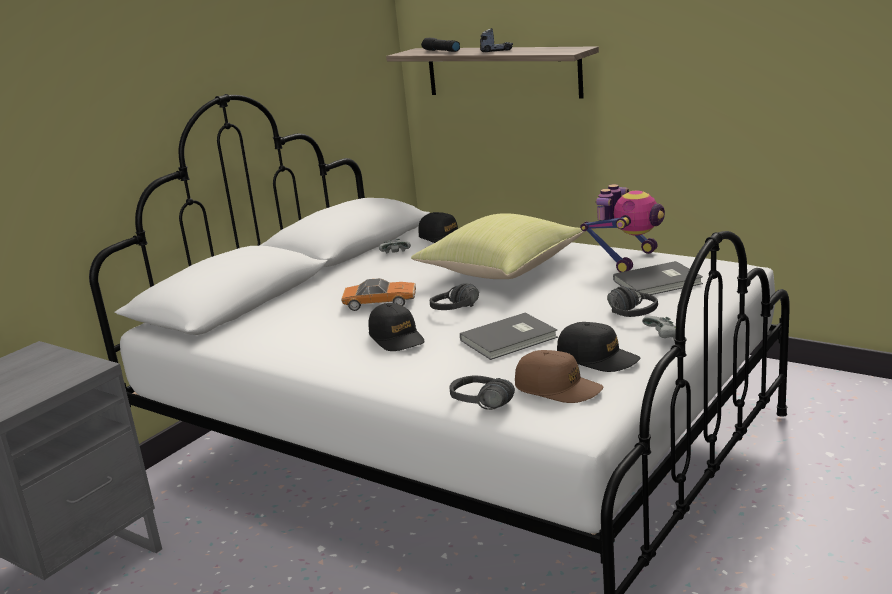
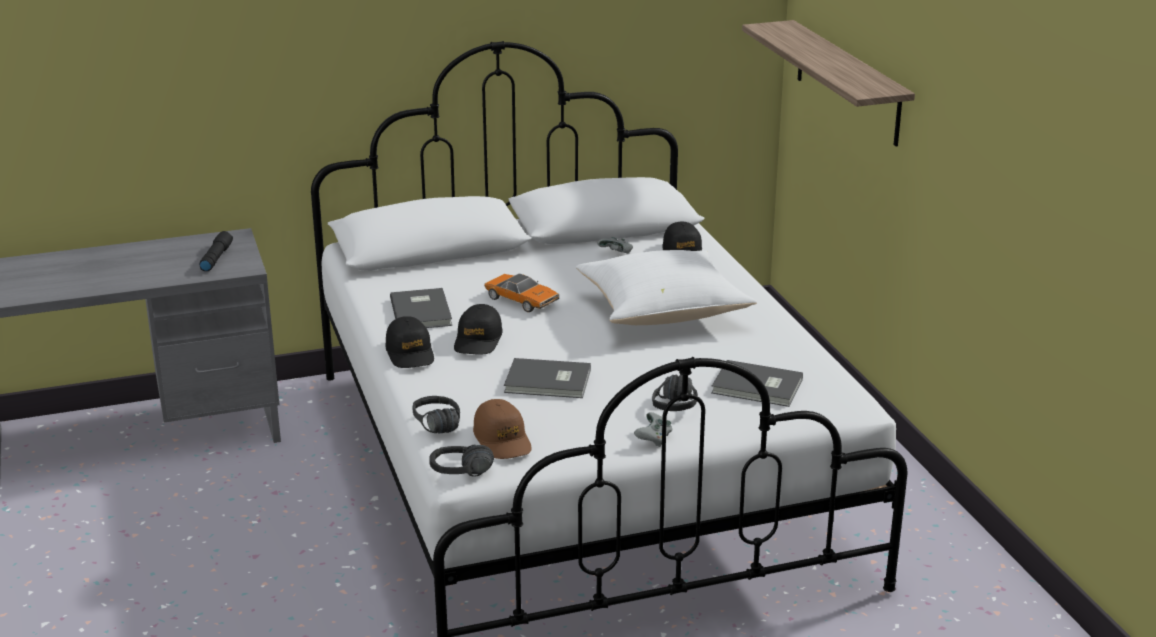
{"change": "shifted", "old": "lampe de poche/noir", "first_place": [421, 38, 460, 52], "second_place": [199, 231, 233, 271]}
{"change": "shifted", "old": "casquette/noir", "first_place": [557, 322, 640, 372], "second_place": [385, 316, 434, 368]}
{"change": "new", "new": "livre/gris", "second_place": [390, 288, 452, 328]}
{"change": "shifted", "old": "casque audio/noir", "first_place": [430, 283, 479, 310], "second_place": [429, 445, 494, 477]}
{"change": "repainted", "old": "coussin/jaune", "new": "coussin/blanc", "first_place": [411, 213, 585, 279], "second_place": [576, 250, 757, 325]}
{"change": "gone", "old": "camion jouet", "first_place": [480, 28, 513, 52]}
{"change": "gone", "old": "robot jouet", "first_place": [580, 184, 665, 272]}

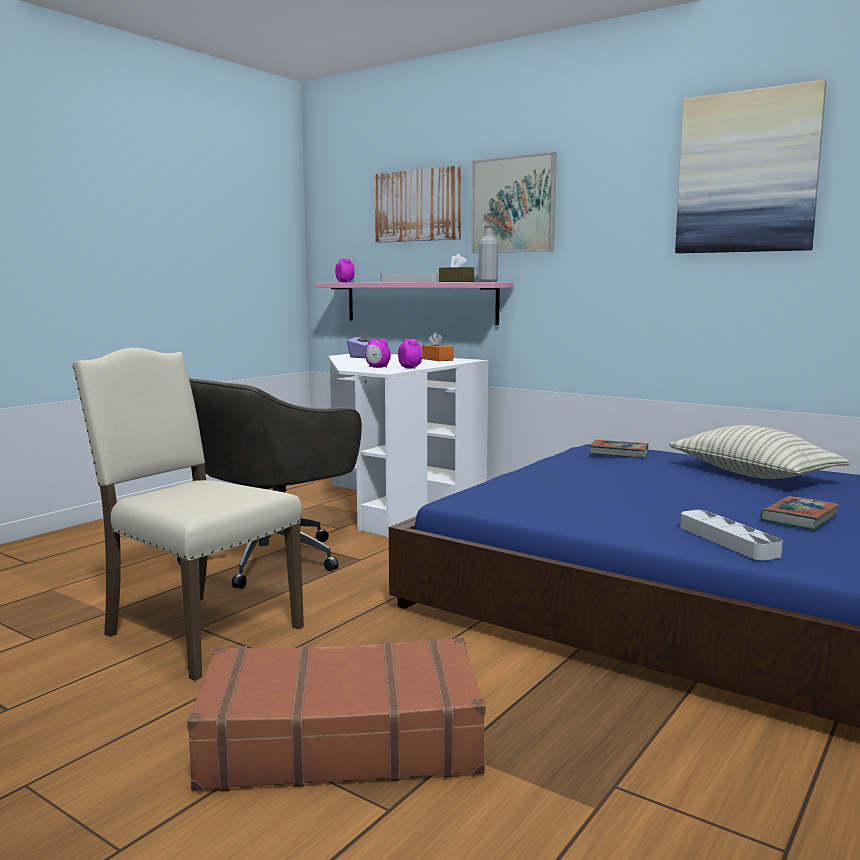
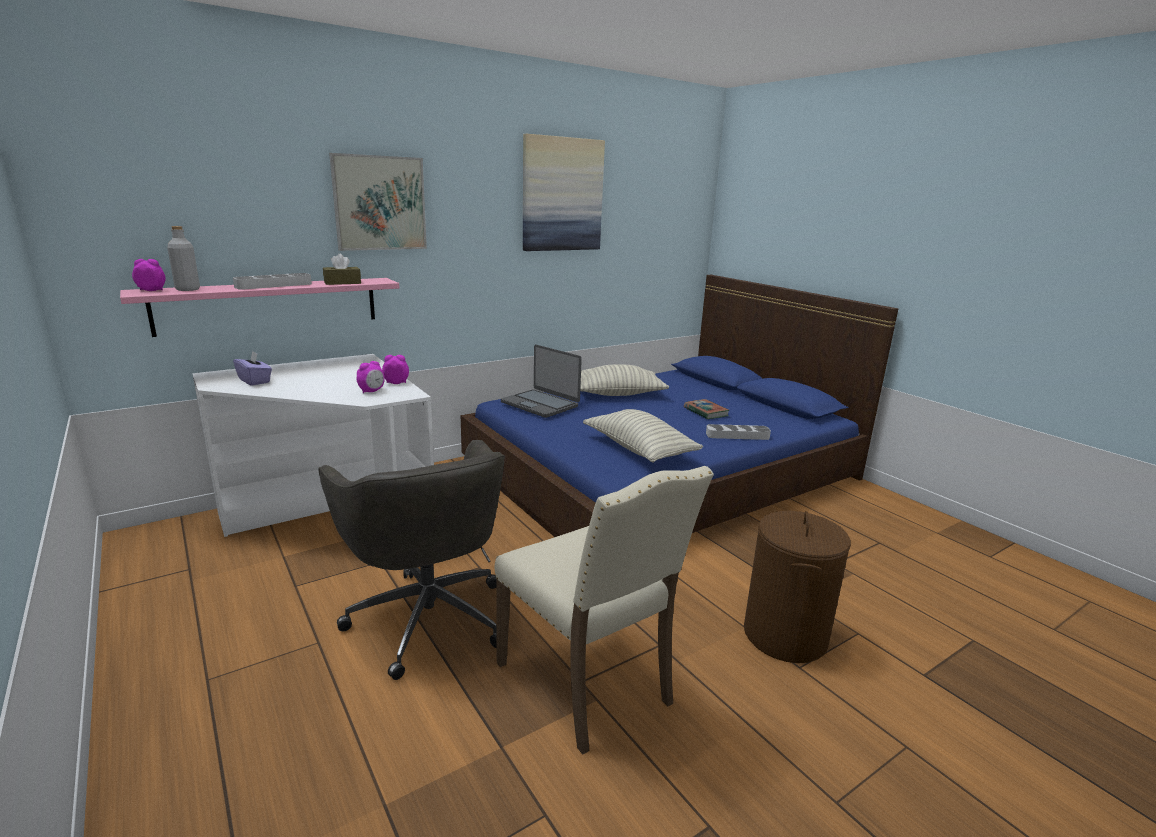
{"change": "shifted", "old": "bouteille/gris", "first_place": [478, 226, 498, 282], "second_place": [167, 226, 200, 291]}
{"change": "rotated", "old": "chaise/beige", "first_place": [72, 348, 304, 681], "second_place": [495, 466, 714, 755], "degrees": -90}
{"change": "swapped", "old": "livre", "new": "ordinateur portable", "first_place": [590, 440, 648, 458], "second_place": [501, 345, 582, 418]}
{"change": "new", "new": "coussin", "second_place": [583, 409, 703, 463]}
{"change": "swapped", "old": "valise/marron", "new": "panier à linge/marron", "first_place": [187, 637, 486, 791], "second_place": [744, 511, 851, 663]}
{"change": "gone", "old": "tableau", "first_place": [375, 165, 461, 243]}
{"change": "gone", "old": "boîte à mouchoirs/orange", "first_place": [422, 332, 454, 361]}

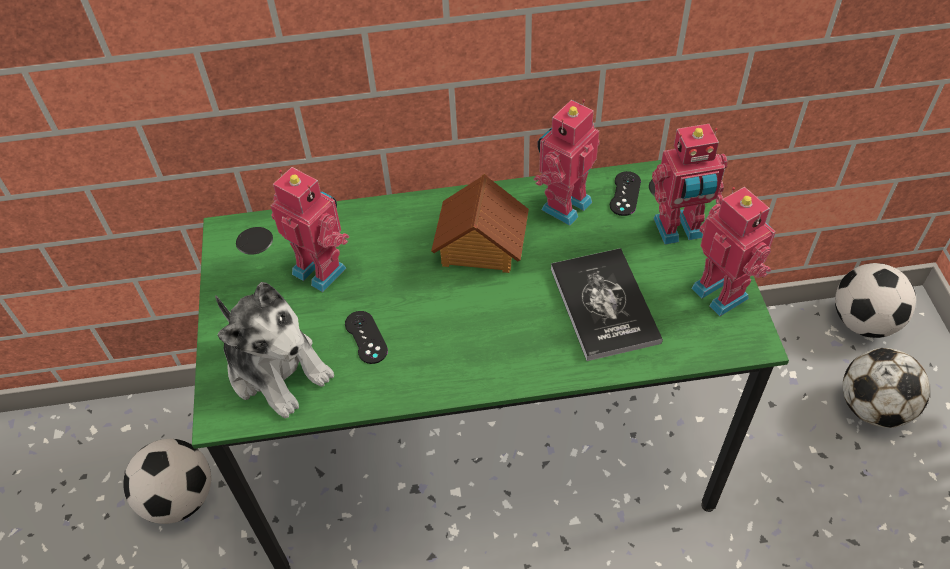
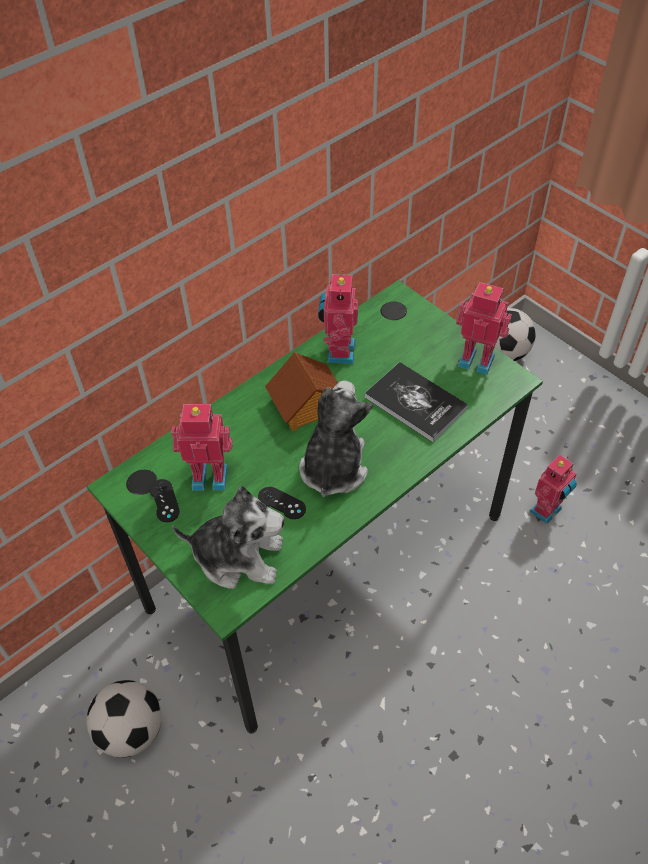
{"change": "shifted", "old": "manette/noir", "first_place": [610, 171, 641, 216], "second_place": [150, 479, 180, 522]}
{"change": "new", "new": "peluche", "second_place": [299, 380, 373, 497]}
{"change": "shifted", "old": "robot jouet", "first_place": [652, 124, 728, 244], "second_place": [529, 454, 577, 524]}
{"change": "gone", "old": "ballon de foot", "first_place": [843, 348, 930, 428]}

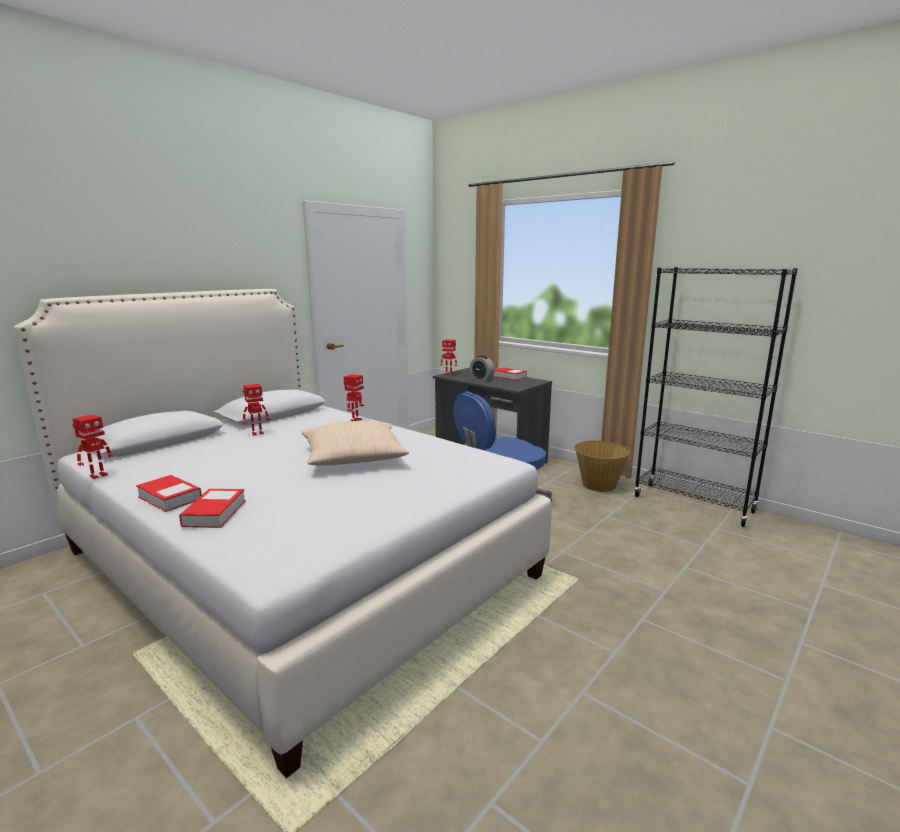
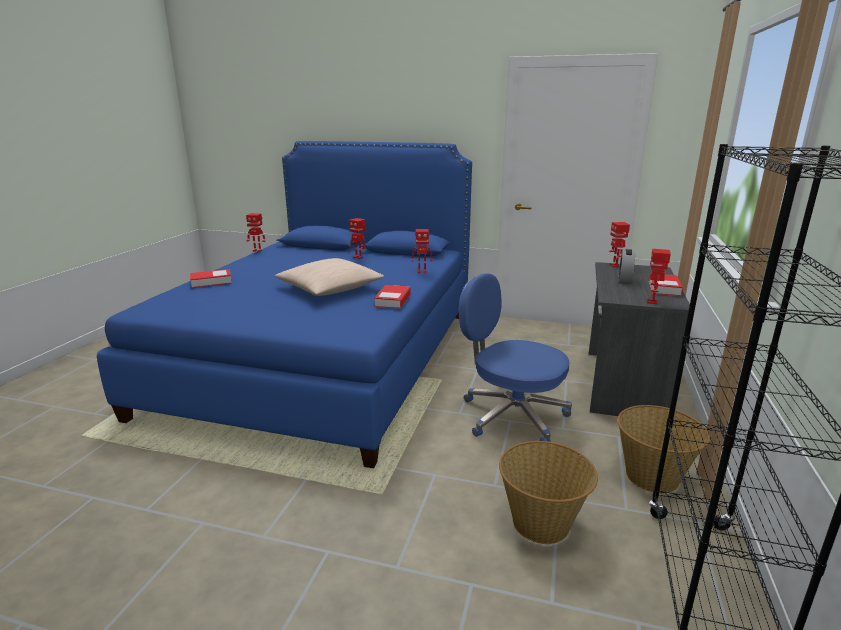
{"change": "repainted", "old": "lit/blanc", "new": "lit/bleu", "first_place": [14, 289, 552, 778], "second_place": [97, 141, 472, 468]}
{"change": "shifted", "old": "livre", "first_place": [136, 475, 202, 512], "second_place": [374, 285, 411, 309]}
{"change": "new", "new": "panier", "second_place": [499, 441, 598, 544]}
{"change": "new", "new": "robot jouet", "second_place": [647, 249, 671, 304]}

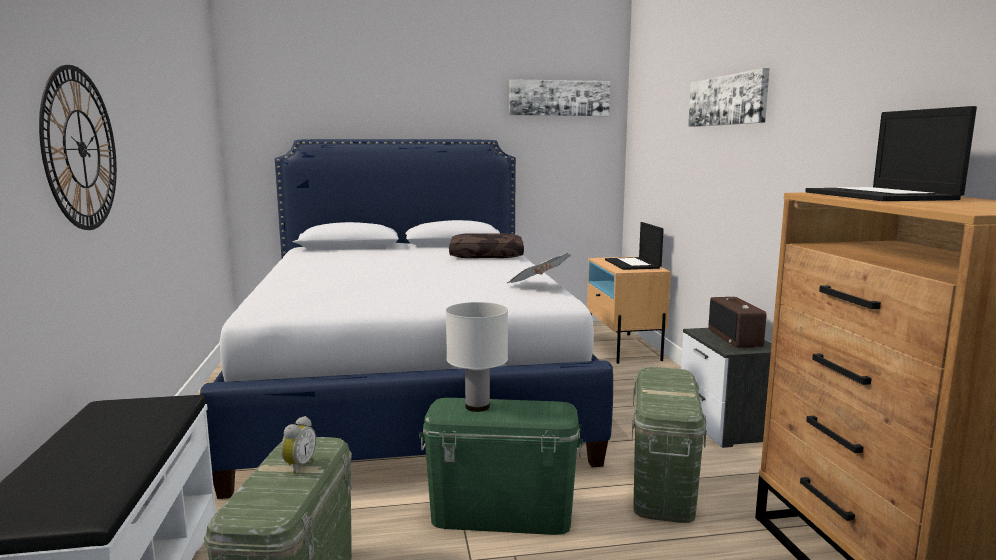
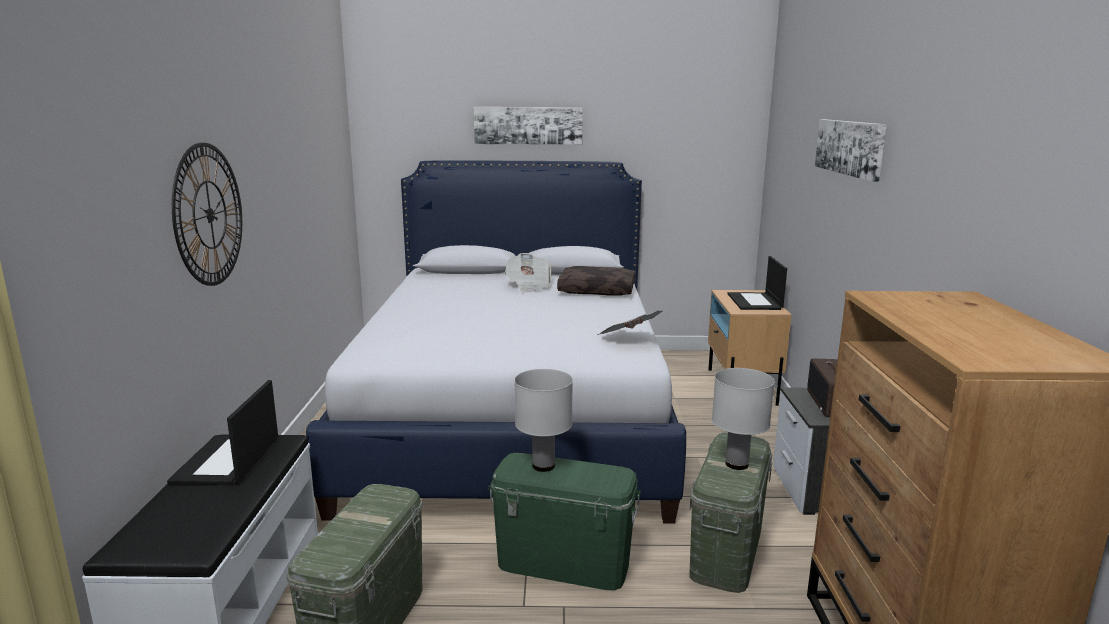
{"change": "shifted", "old": "ordinateur portable", "first_place": [805, 106, 977, 201], "second_place": [167, 380, 278, 485]}
{"change": "shifted", "old": "tableau", "first_place": [509, 79, 610, 116], "second_place": [474, 107, 583, 145]}
{"change": "new", "new": "journal", "second_place": [505, 253, 551, 293]}
{"change": "new", "new": "lampe de table/blanc", "second_place": [712, 368, 775, 470]}
{"change": "gone", "old": "réveil", "first_place": [281, 416, 316, 474]}

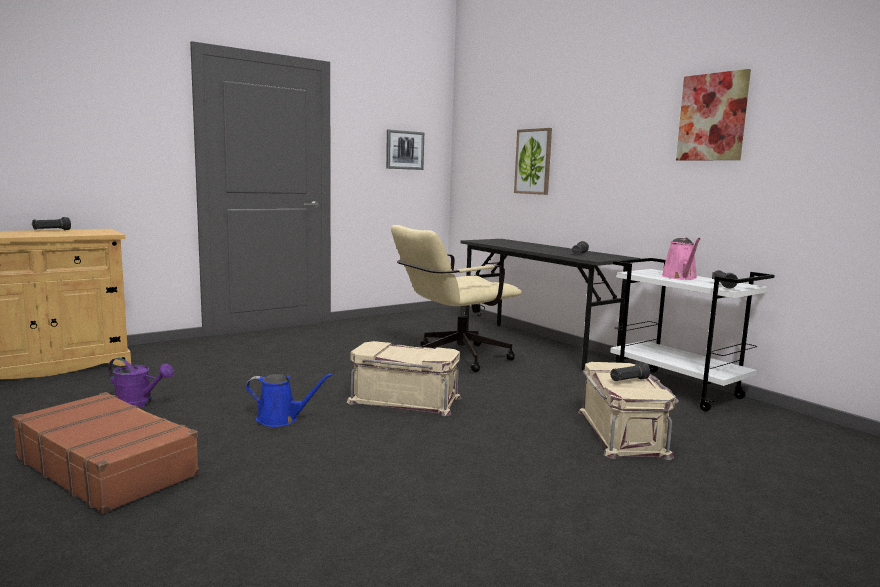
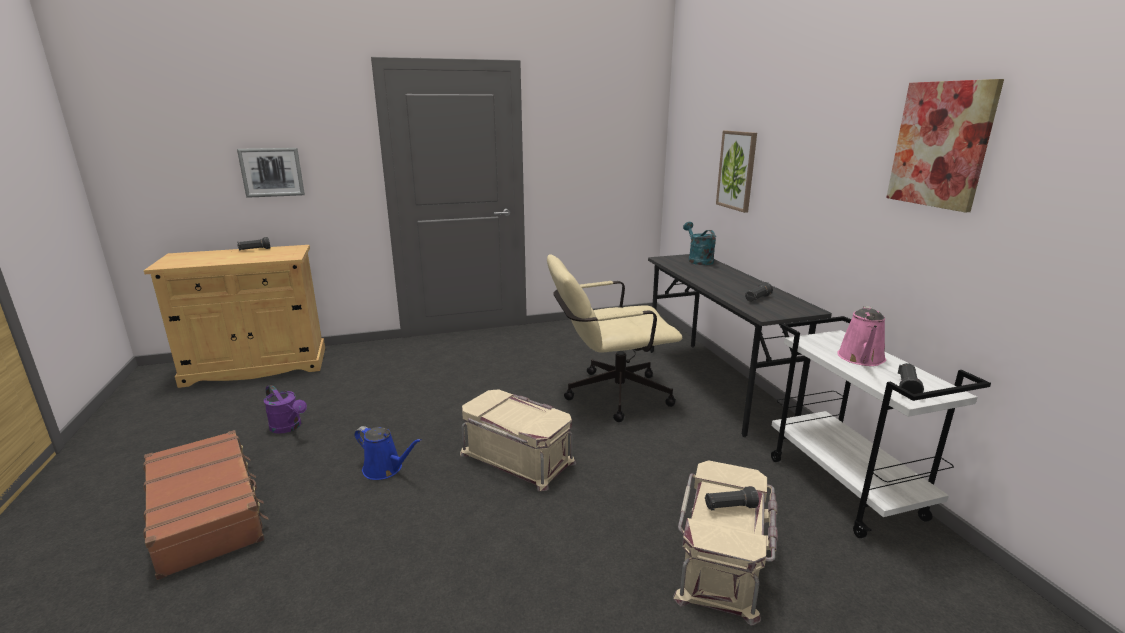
{"change": "shifted", "old": "tableau", "first_place": [386, 130, 424, 170], "second_place": [237, 148, 305, 198]}
{"change": "new", "new": "arrosoir/turquoise", "second_place": [683, 222, 716, 265]}

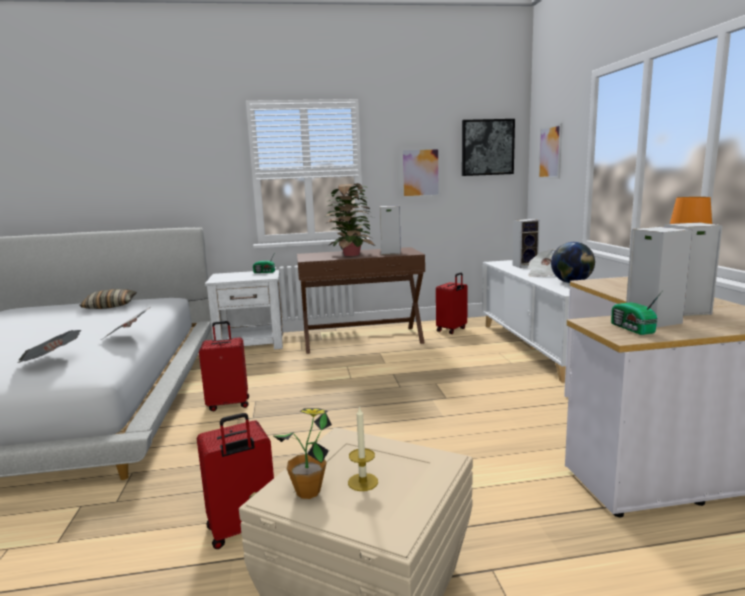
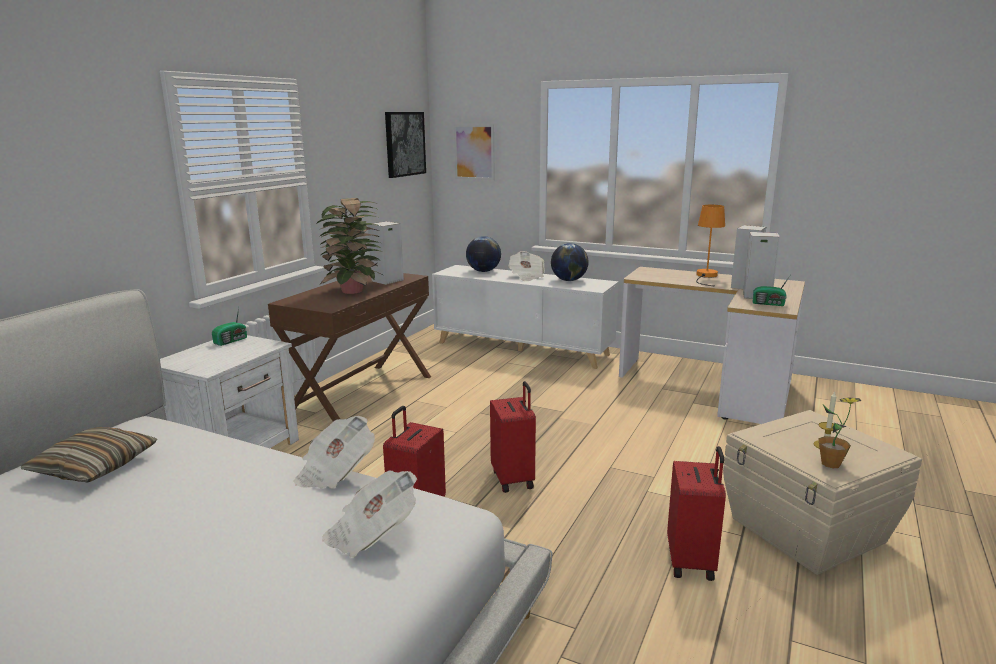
{"change": "swapped", "old": "enceinte", "new": "globe", "first_place": [512, 219, 540, 268], "second_place": [466, 236, 501, 272]}
{"change": "shifted", "old": "valise/rouge", "first_place": [436, 273, 468, 334], "second_place": [490, 381, 536, 493]}
{"change": "gone", "old": "tableau", "first_place": [400, 147, 441, 198]}

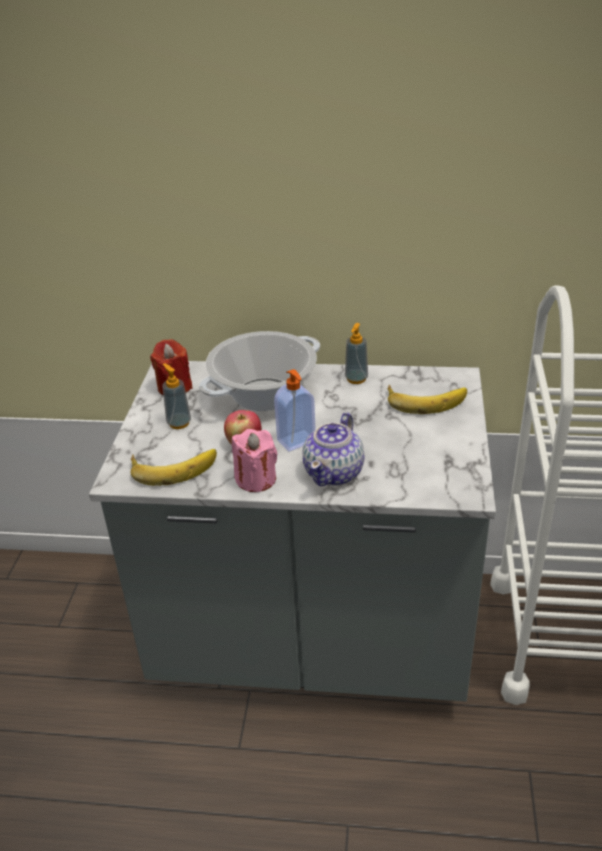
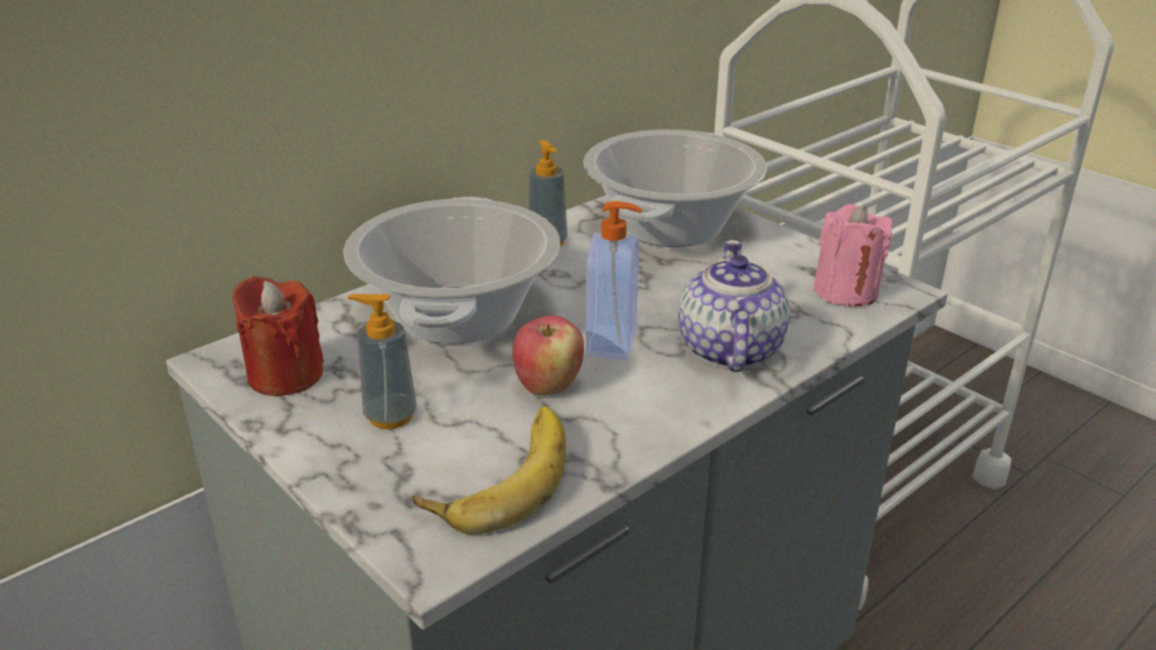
{"change": "swapped", "old": "banane", "new": "marmite", "first_place": [388, 384, 467, 414], "second_place": [583, 129, 767, 247]}
{"change": "rotated", "old": "théière", "first_place": [303, 412, 365, 486], "second_place": [678, 240, 790, 372], "degrees": -150}
{"change": "shifted", "old": "bougie/rose", "first_place": [232, 429, 277, 492], "second_place": [814, 204, 892, 306]}

